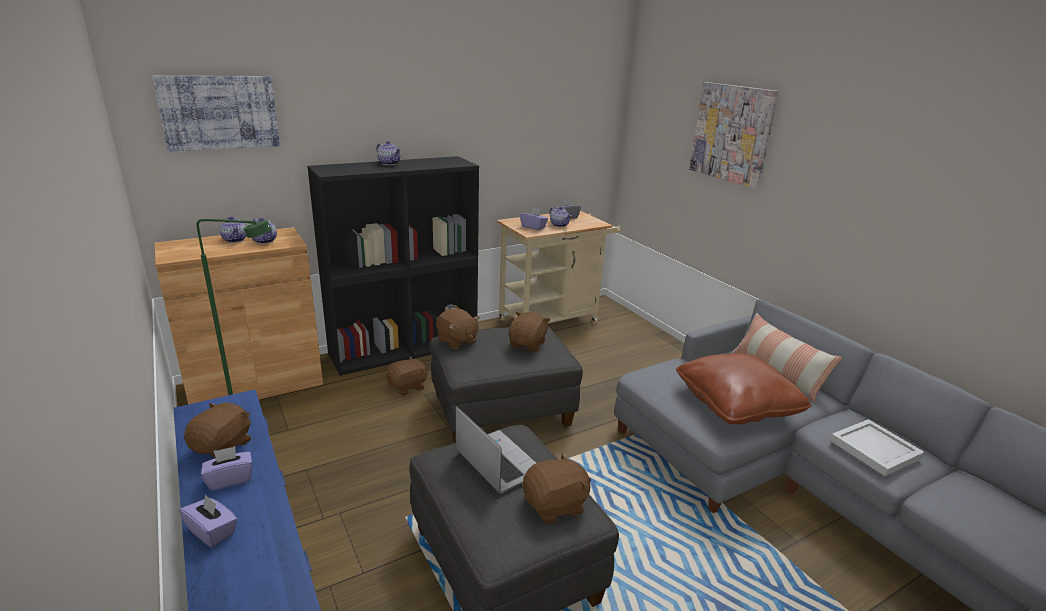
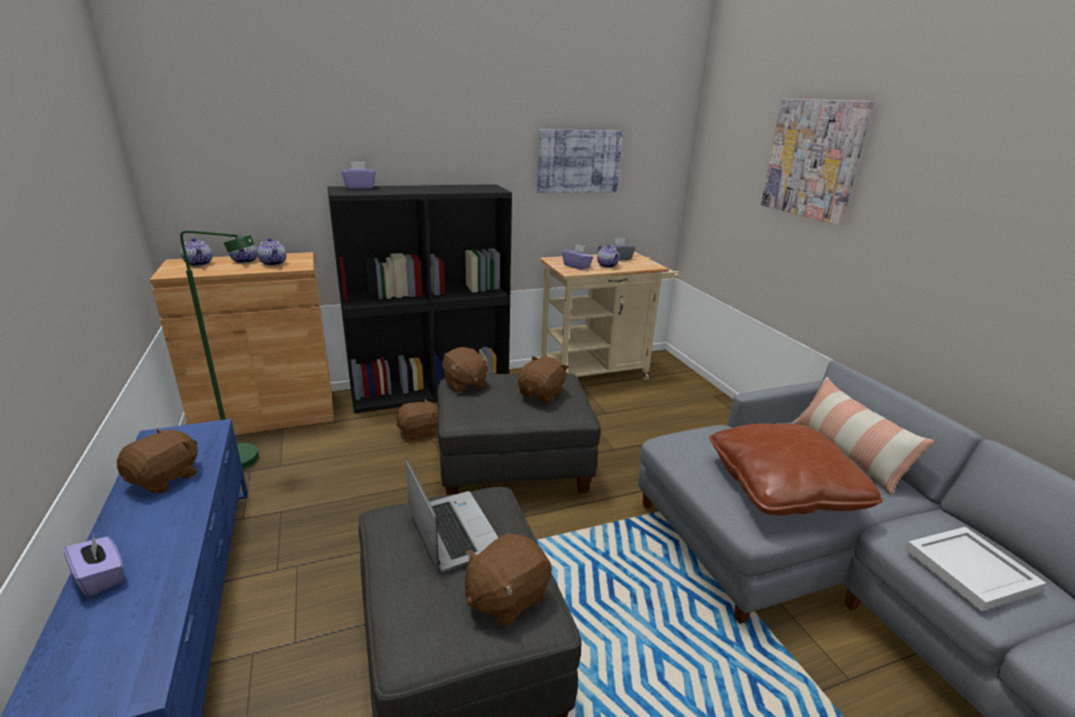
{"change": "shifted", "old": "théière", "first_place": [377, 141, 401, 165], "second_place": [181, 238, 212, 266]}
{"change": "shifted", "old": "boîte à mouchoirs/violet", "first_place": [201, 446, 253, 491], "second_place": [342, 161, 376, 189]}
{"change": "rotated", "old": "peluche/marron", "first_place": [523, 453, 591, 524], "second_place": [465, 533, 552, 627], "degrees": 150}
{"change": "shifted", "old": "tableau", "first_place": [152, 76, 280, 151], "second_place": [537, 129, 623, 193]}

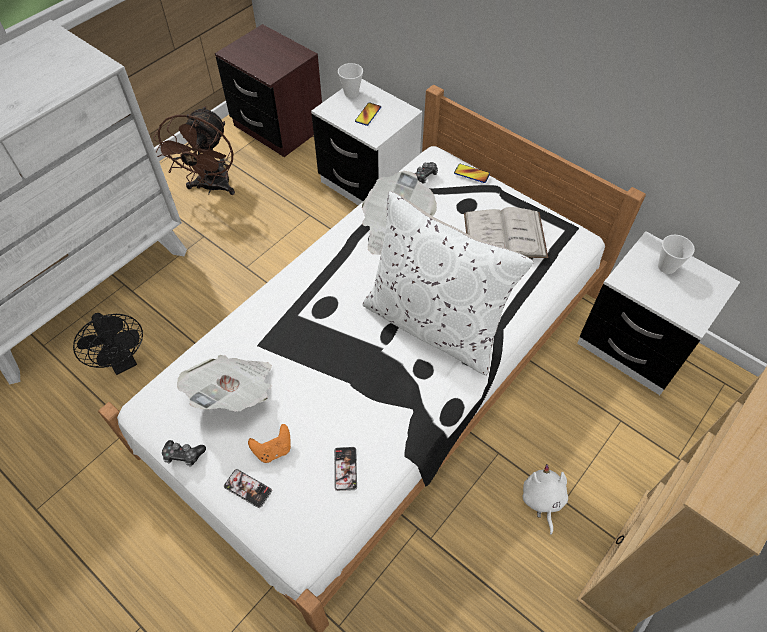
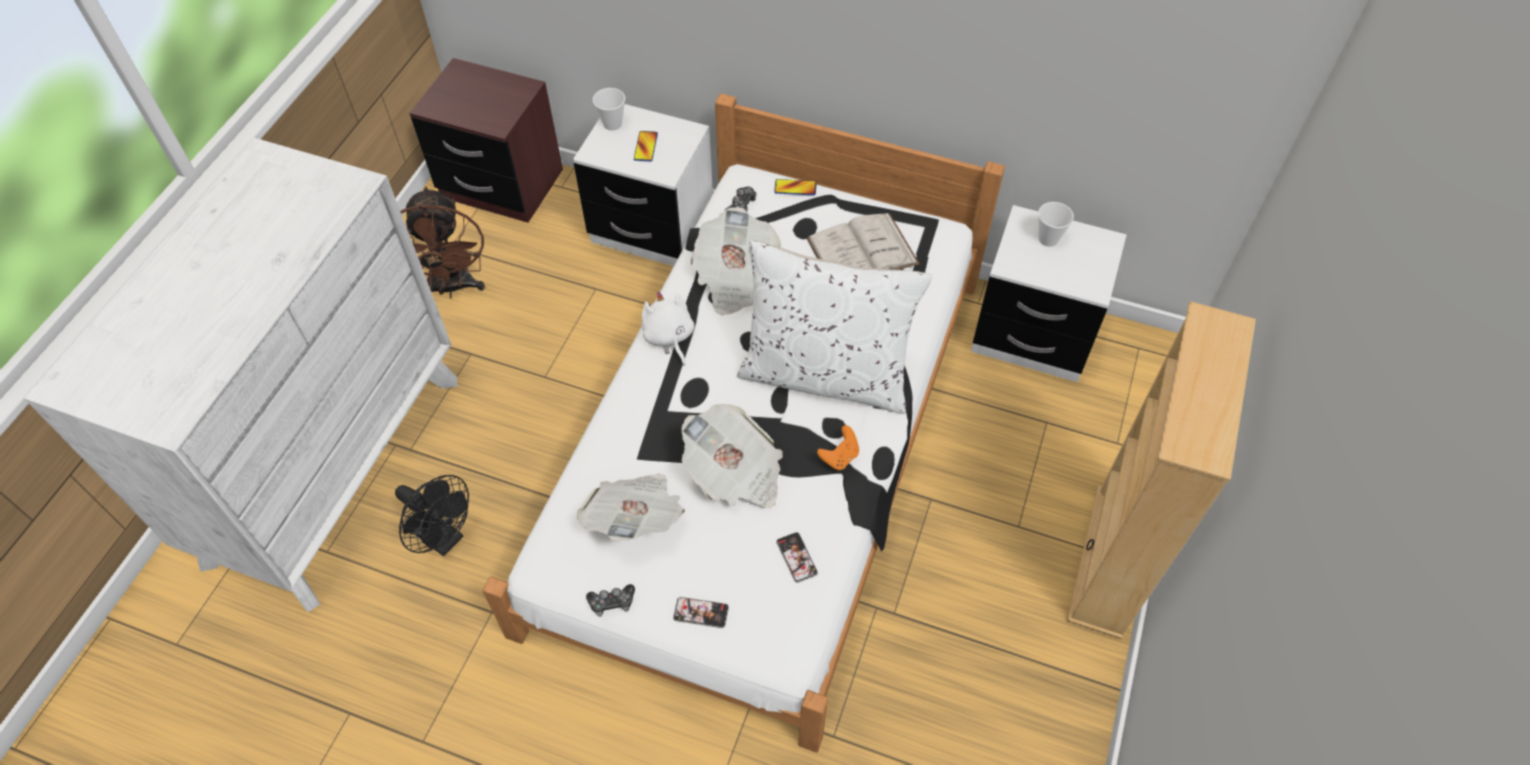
{"change": "shifted", "old": "peluche/blanc", "first_place": [523, 464, 568, 535], "second_place": [642, 291, 694, 365]}
{"change": "new", "new": "journal", "second_place": [681, 404, 783, 509]}
{"change": "shifted", "old": "manette/orange", "first_place": [248, 424, 291, 463], "second_place": [817, 425, 859, 470]}

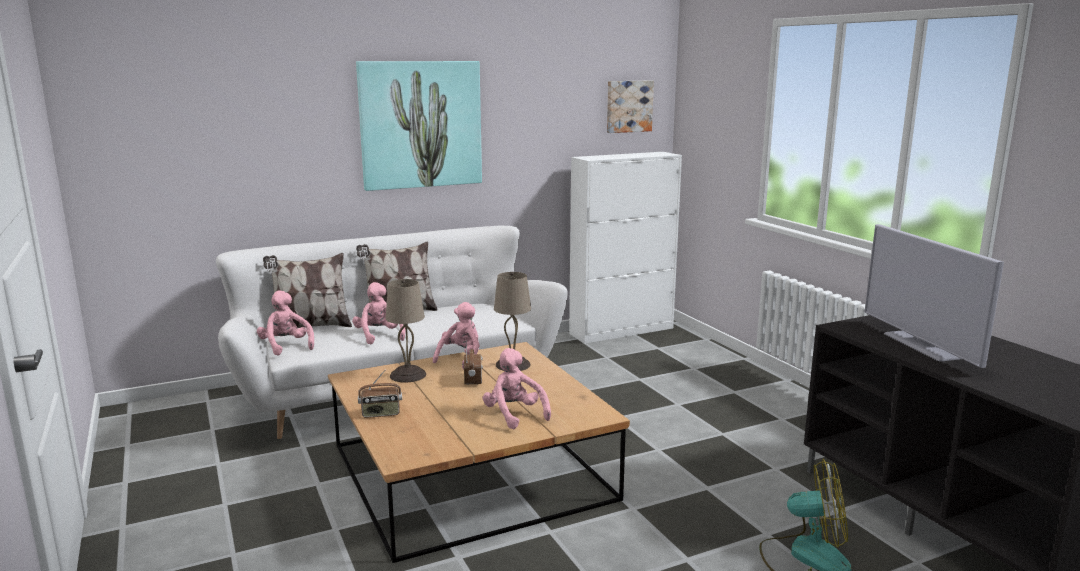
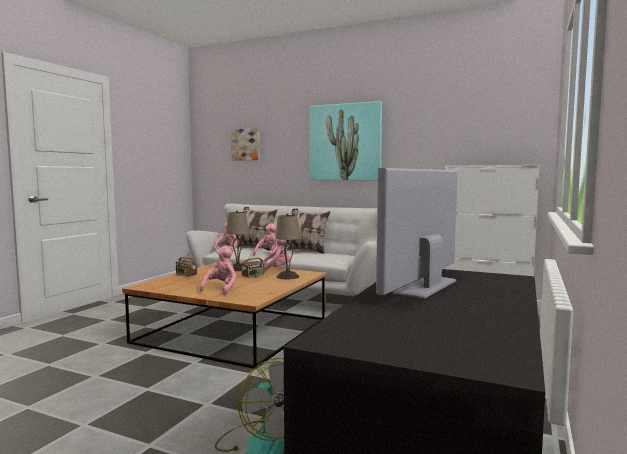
{"change": "shifted", "old": "tableau", "first_place": [607, 81, 654, 133], "second_place": [231, 128, 259, 161]}

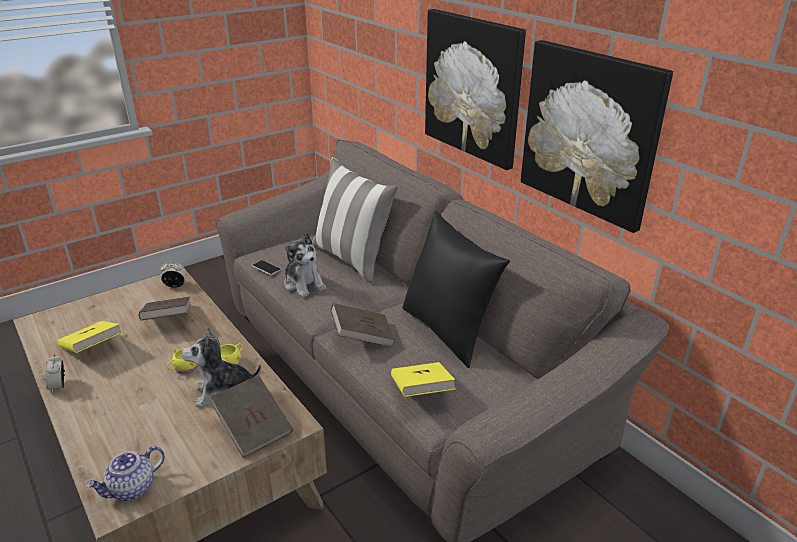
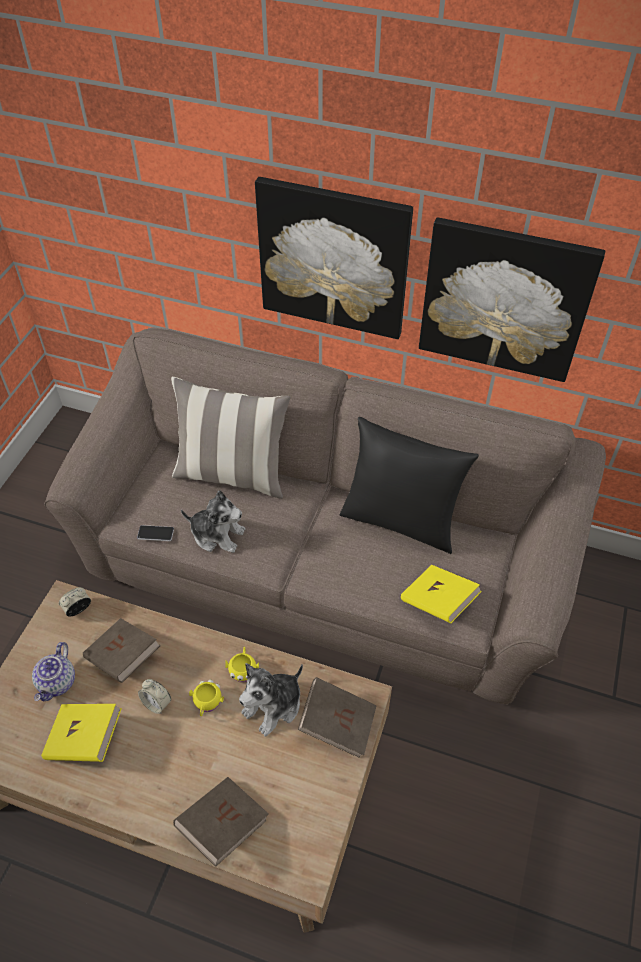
{"change": "shifted", "old": "théière", "first_place": [86, 446, 165, 501], "second_place": [32, 642, 75, 701]}
{"change": "shifted", "old": "réveil", "first_place": [45, 354, 65, 393], "second_place": [138, 679, 171, 714]}
{"change": "shifted", "old": "livre/marron", "first_place": [331, 303, 395, 347], "second_place": [173, 777, 269, 867]}

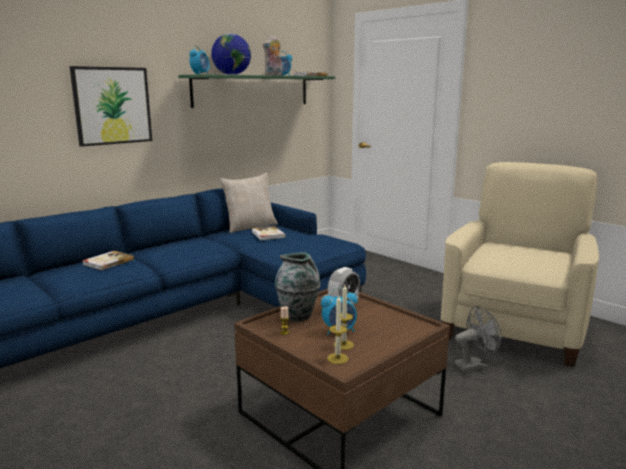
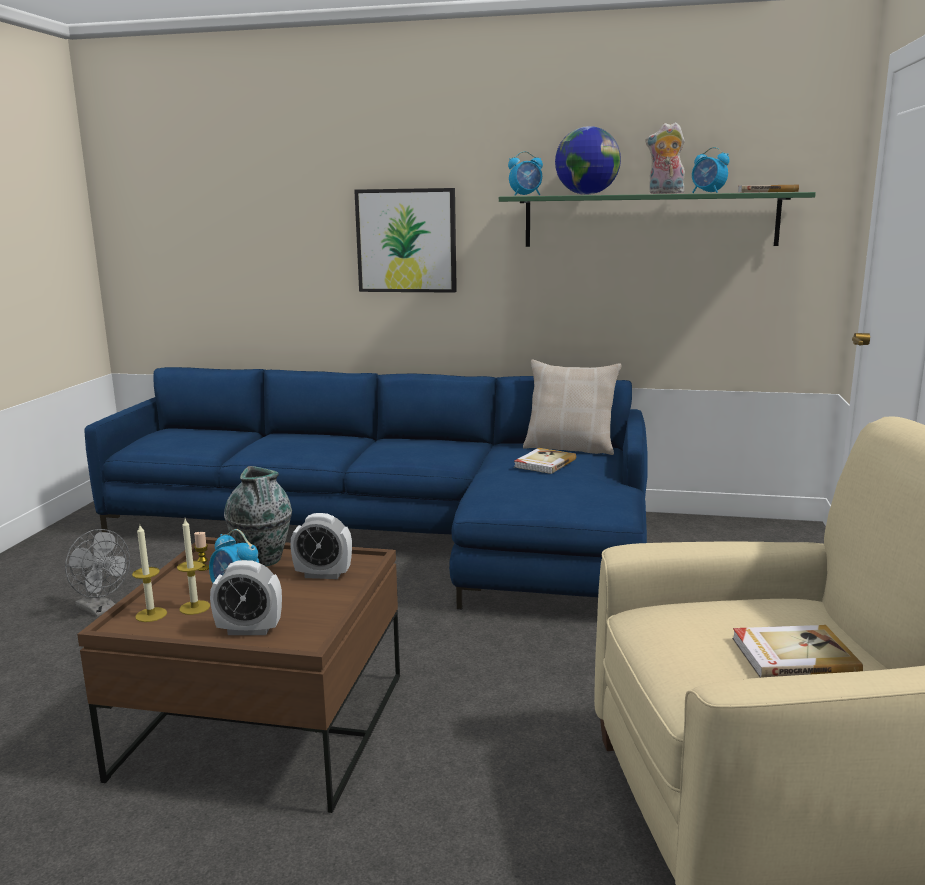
{"change": "shifted", "old": "ventilateur/gris", "first_place": [455, 306, 501, 372], "second_place": [65, 529, 130, 617]}
{"change": "new", "new": "réveil", "second_place": [210, 560, 282, 635]}
{"change": "shifted", "old": "livre", "first_place": [82, 251, 134, 270], "second_place": [732, 625, 863, 678]}

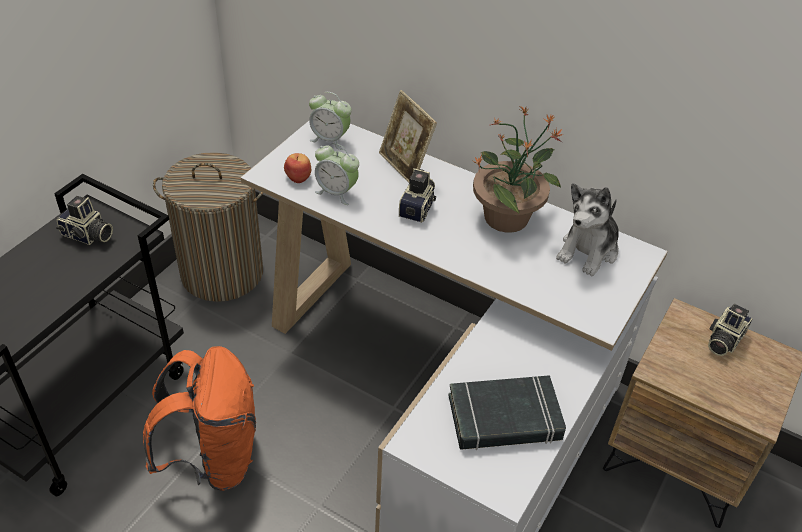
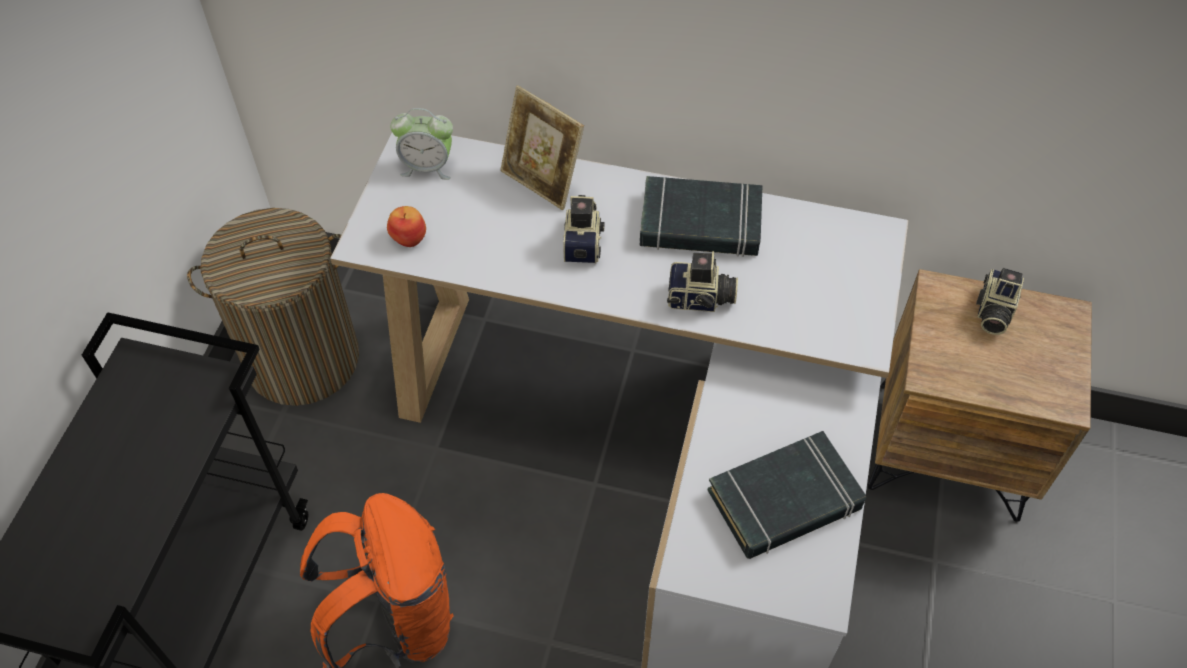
{"change": "swapped", "old": "plante en pot", "new": "livre/noir", "first_place": [473, 107, 563, 233], "second_place": [640, 176, 763, 257]}
{"change": "shifted", "old": "appareil photo", "first_place": [56, 196, 113, 245], "second_place": [667, 251, 738, 312]}
{"change": "gone", "old": "réveil", "first_place": [315, 143, 359, 205]}
{"change": "gone", "old": "peluche", "first_place": [556, 183, 619, 276]}

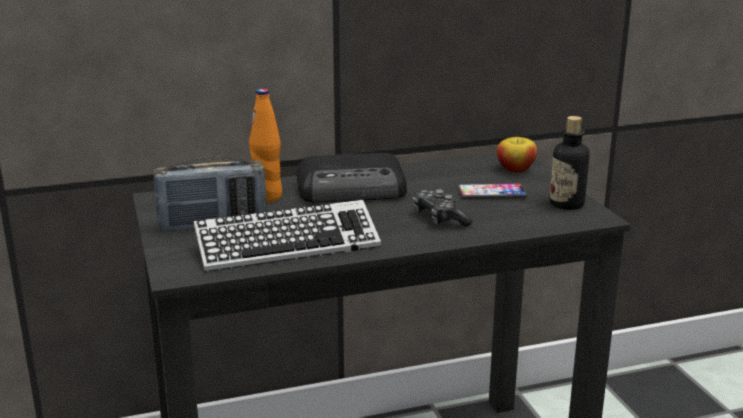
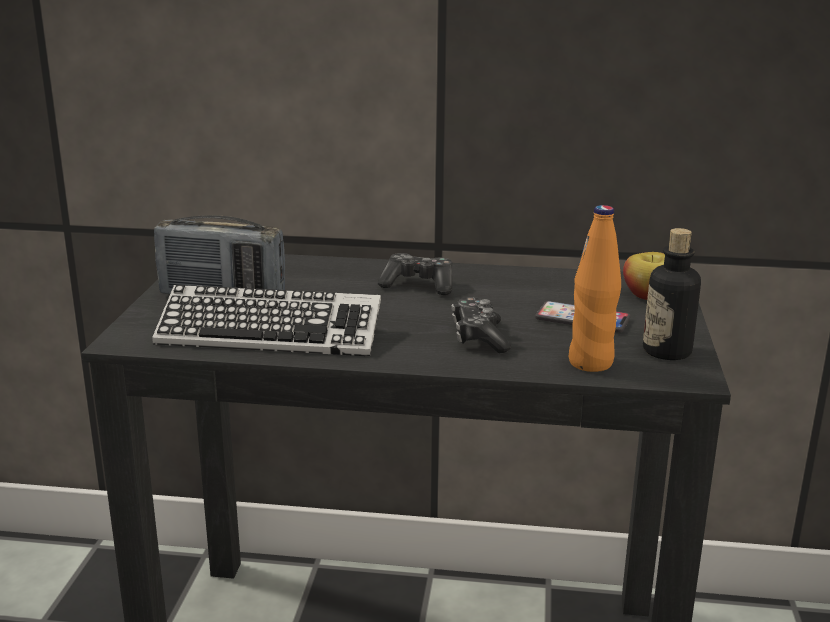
{"change": "swapped", "old": "radio", "new": "manette", "first_place": [296, 153, 407, 202], "second_place": [378, 253, 453, 295]}
{"change": "shifted", "old": "bouteille/orange", "first_place": [249, 89, 282, 202], "second_place": [569, 205, 621, 372]}

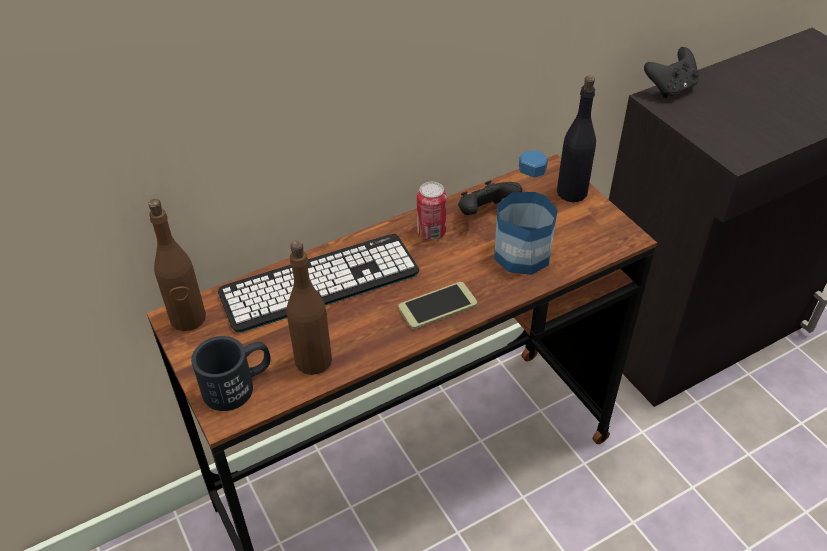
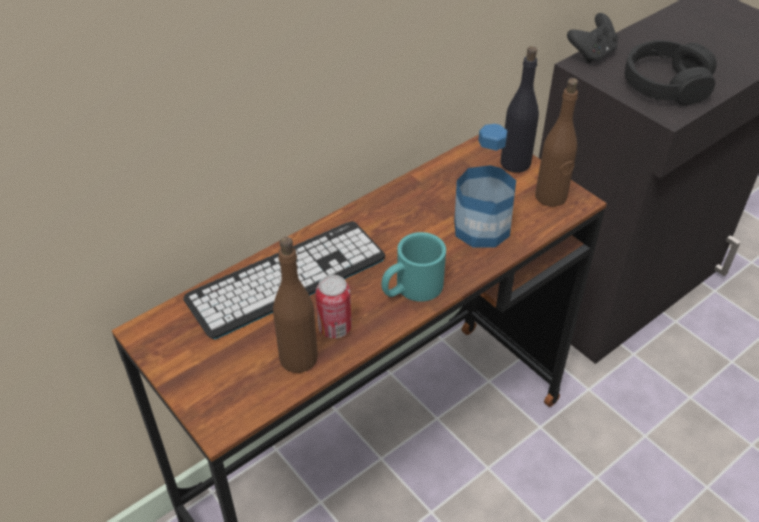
{"change": "shifted", "old": "boîte métallique", "first_place": [417, 182, 447, 239], "second_place": [316, 275, 351, 338]}
{"change": "swapped", "old": "téléphone", "new": "mug/turquoise", "first_place": [398, 282, 477, 329], "second_place": [382, 232, 446, 302]}
{"change": "shifted", "old": "bouteille/marron", "first_place": [148, 199, 206, 331], "second_place": [535, 78, 578, 207]}
{"change": "new", "new": "casque audio/noir", "second_place": [625, 40, 717, 105]}
{"change": "gone", "old": "mug/noir", "first_place": [191, 336, 271, 411]}
{"change": "gone", "old": "manette/noir", "first_place": [458, 181, 522, 215]}

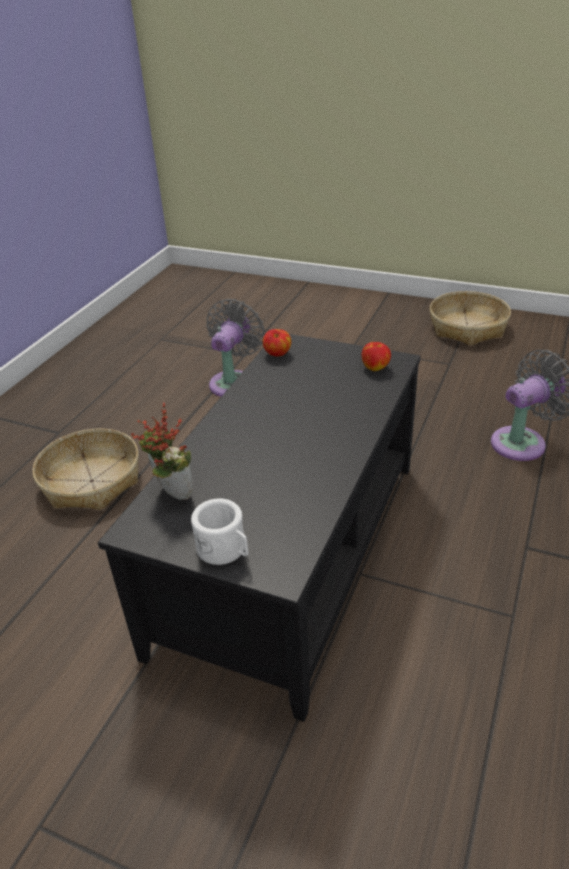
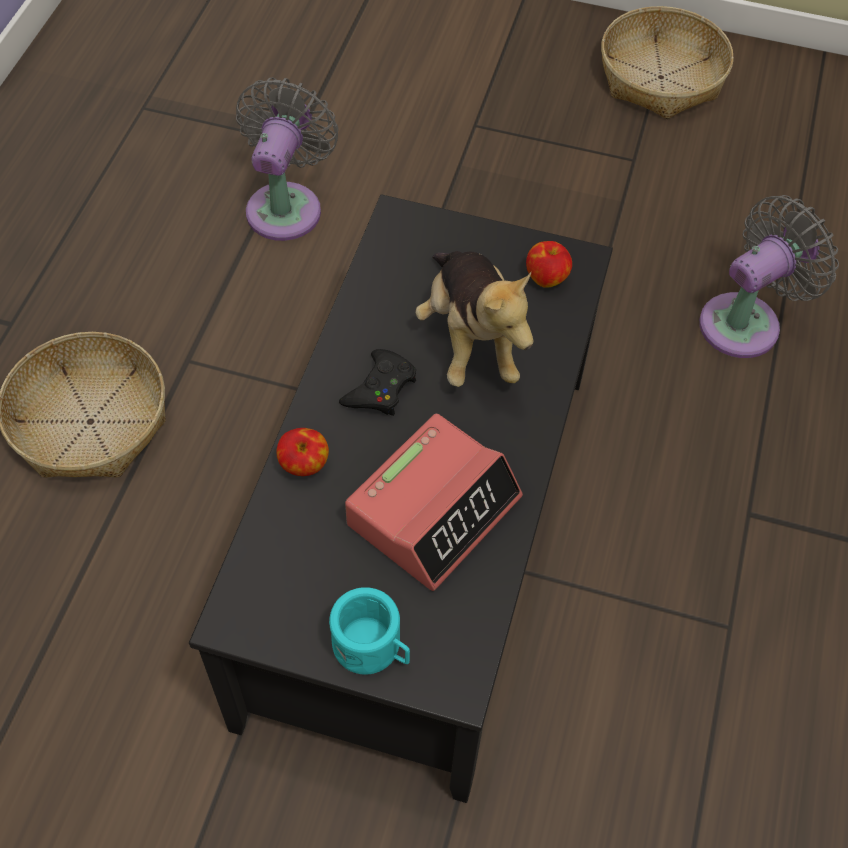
{"change": "shifted", "old": "pomme", "first_place": [263, 329, 291, 356], "second_place": [276, 428, 329, 476]}
{"change": "repainted", "old": "mug/blanc", "new": "mug/turquoise", "first_place": [191, 498, 249, 565], "second_place": [329, 587, 410, 674]}
{"change": "new", "new": "manette/noir", "second_place": [339, 349, 416, 416]}
{"change": "new", "new": "réveil", "second_place": [345, 414, 523, 591]}
{"change": "new", "new": "peluche", "second_place": [415, 251, 533, 387]}
{"change": "gone", "old": "plante en pot", "first_place": [131, 403, 193, 500]}

